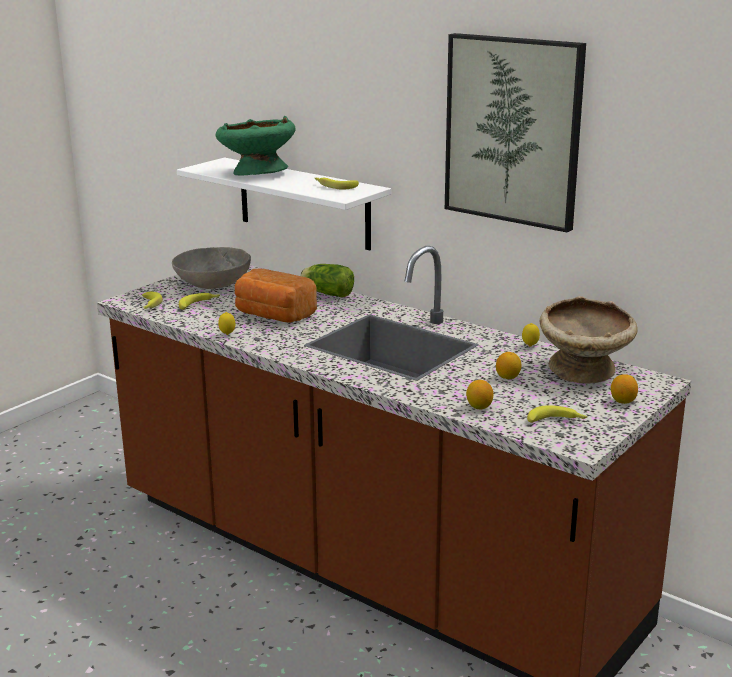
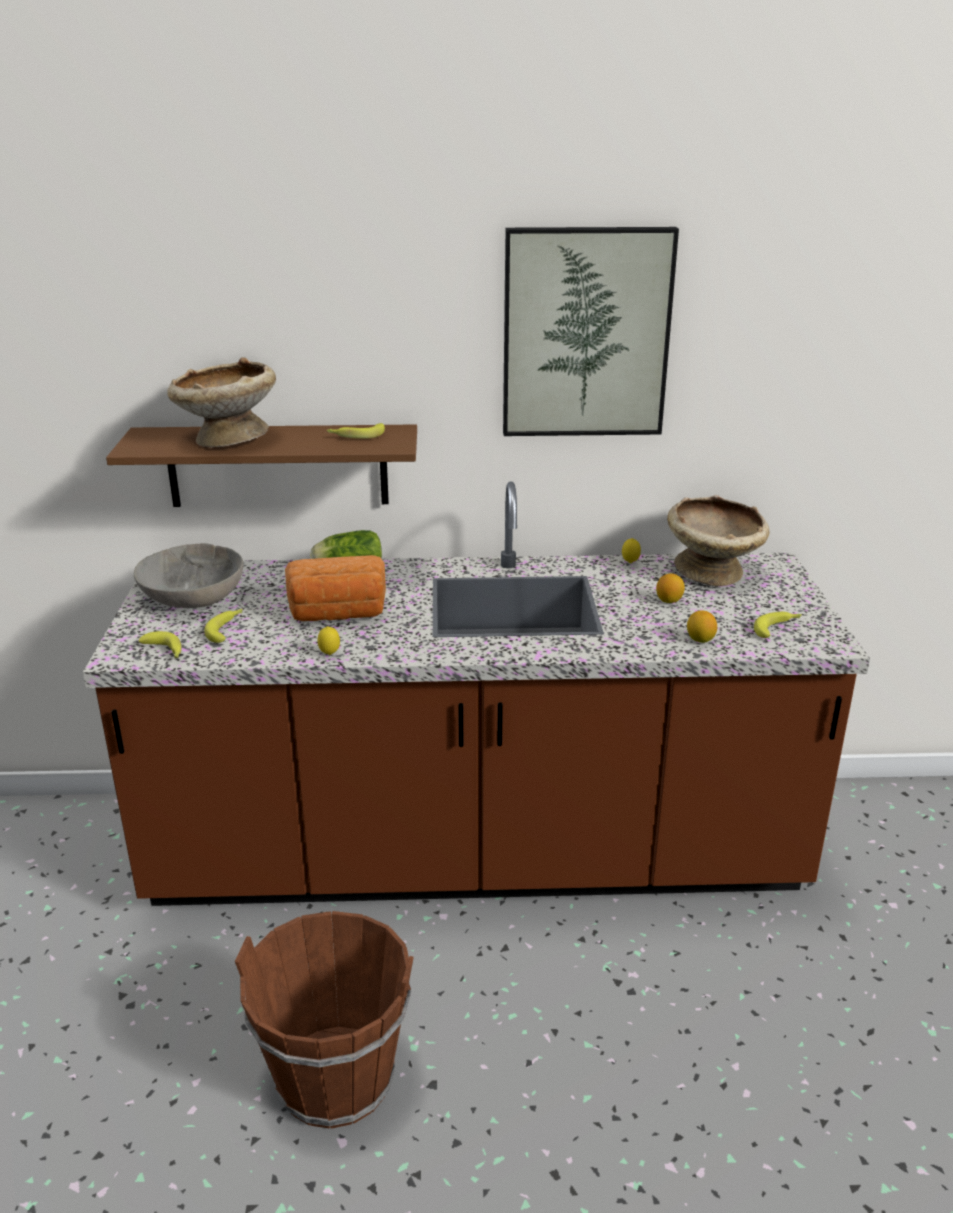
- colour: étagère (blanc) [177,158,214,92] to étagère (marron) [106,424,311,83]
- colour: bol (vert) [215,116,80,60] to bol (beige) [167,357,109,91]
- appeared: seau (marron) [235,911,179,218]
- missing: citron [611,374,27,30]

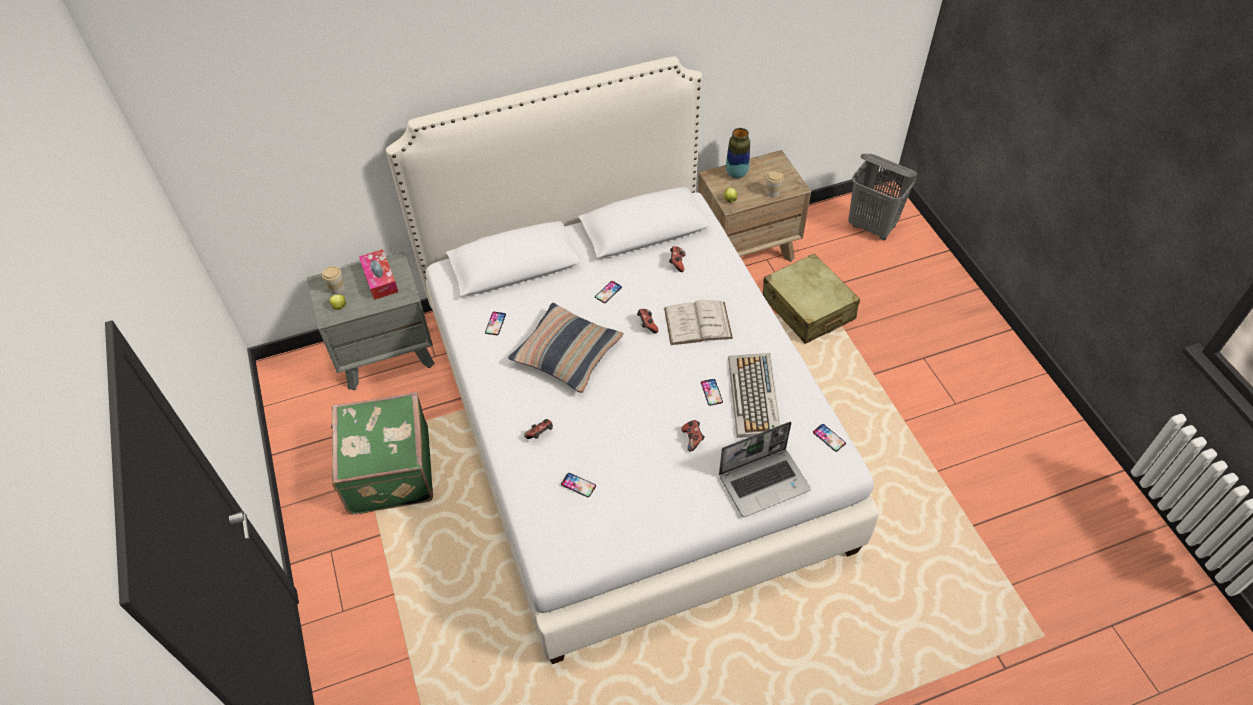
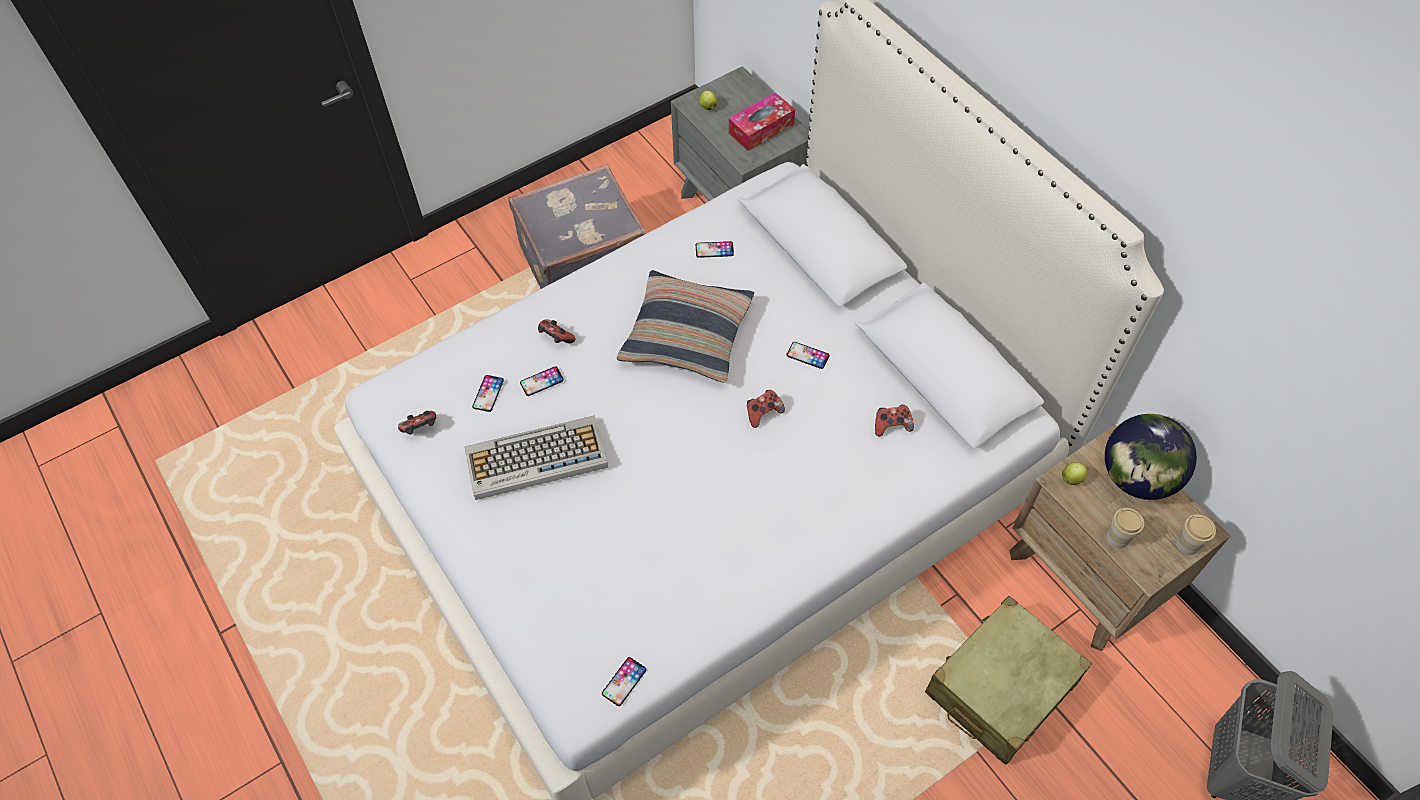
- relocated: manette [681,420,24,32] to [398,411,38,23]
- relocated: clavier [728,353,53,85] to [465,415,143,85]
- colour: valise (vert) [331,392,102,122] to valise (gris) [508,164,137,125]
- relocated: téléphone [701,379,22,27] to [520,366,44,30]
- exchanged: vase [726,128,24,51] to globe [1105,414,92,86]
- relocated: tasse [322,266,23,28] to [1176,514,40,41]
- missing: livre (blanc) [664,300,69,45]
- missing: ordinateur portable [719,422,92,95]

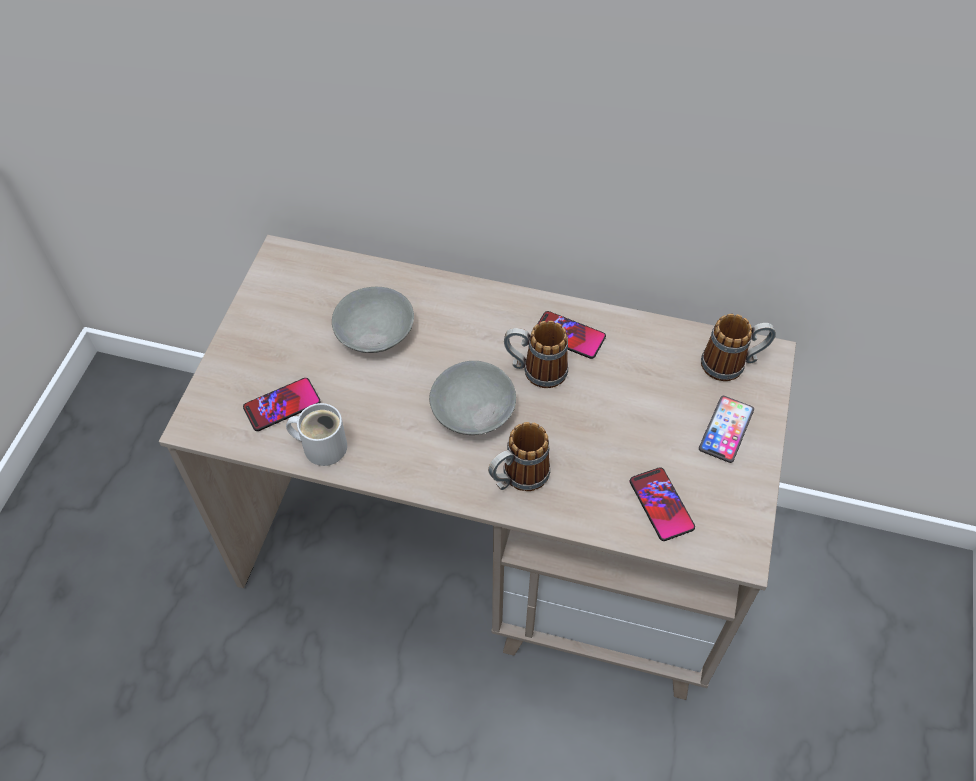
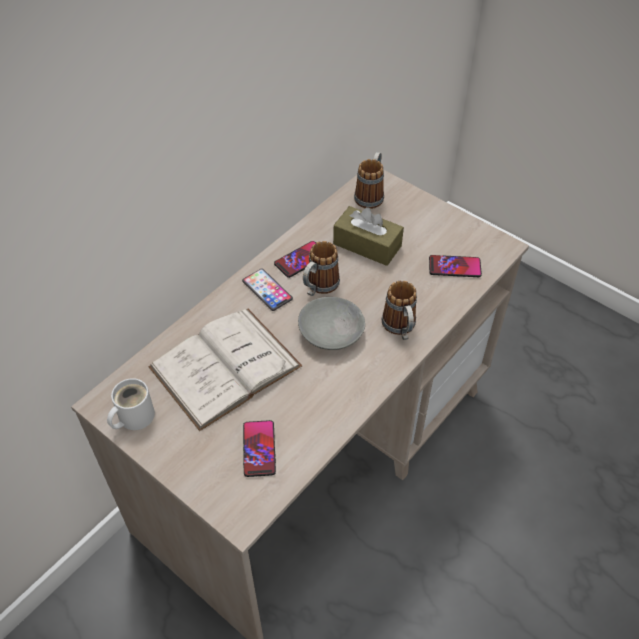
- relocated: mug (blanc) [286,403,61,63] to [107,378,48,52]
- exchanged: bol (gris) [332,287,82,66] to livre (blanc) [148,309,154,122]
- relocated: téléphone [699,396,55,67] to [242,269,51,42]
- appeared: boîte à mouchoirs (marron) [333,206,71,60]

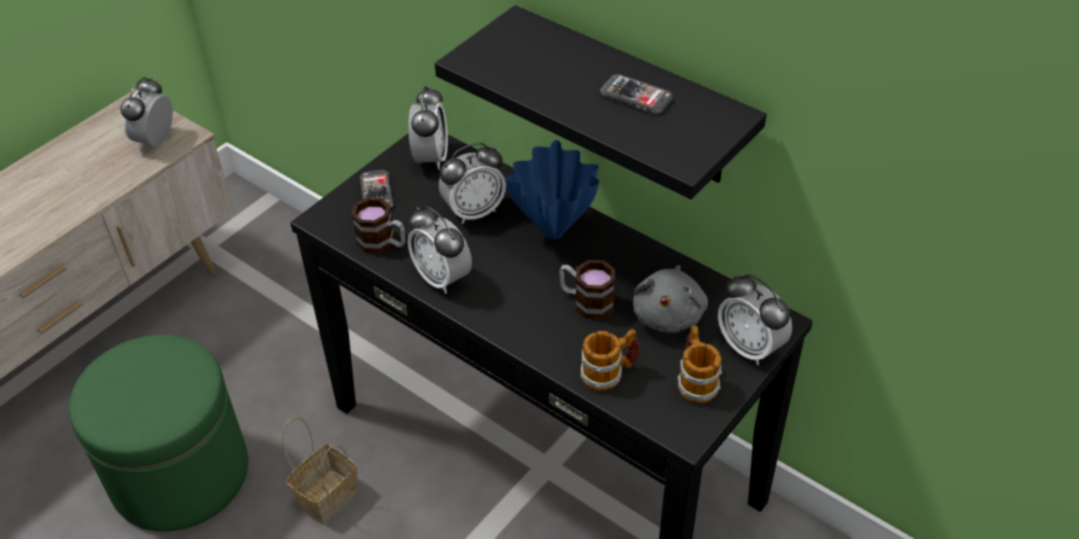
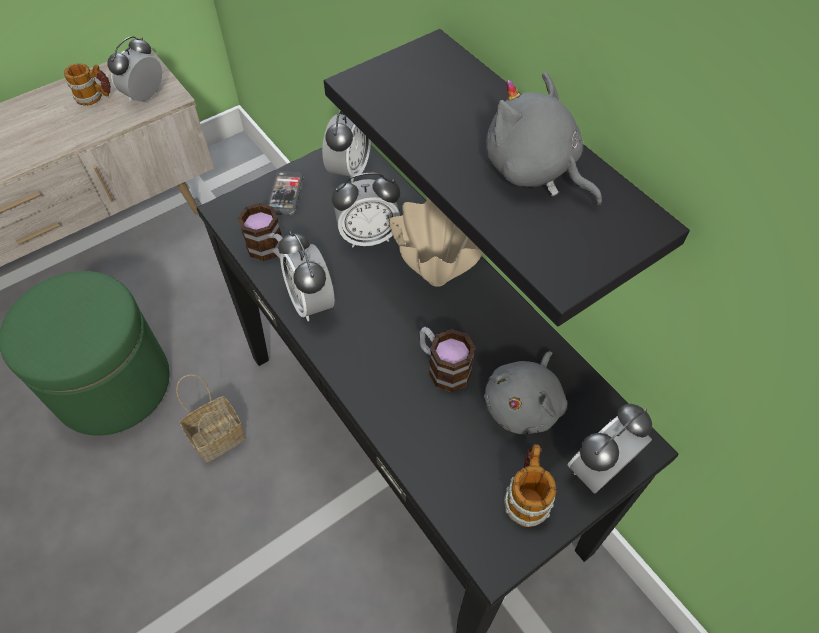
- relocated: mug [580,329,60,62] to [64,63,47,43]
- colour: vase (bleu) [505,140,94,100] to vase (beige) [389,197,94,90]
- exchanged: téléphone [600,74,73,40] to peluche (gris) [486,72,116,133]
- spun: réveil [718,274,74,91] = [567,404,85,90] 75 degrees clockwise

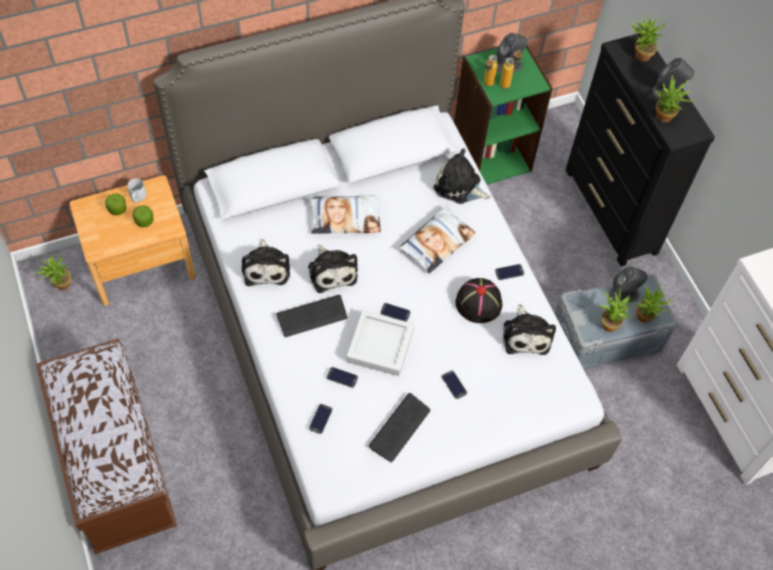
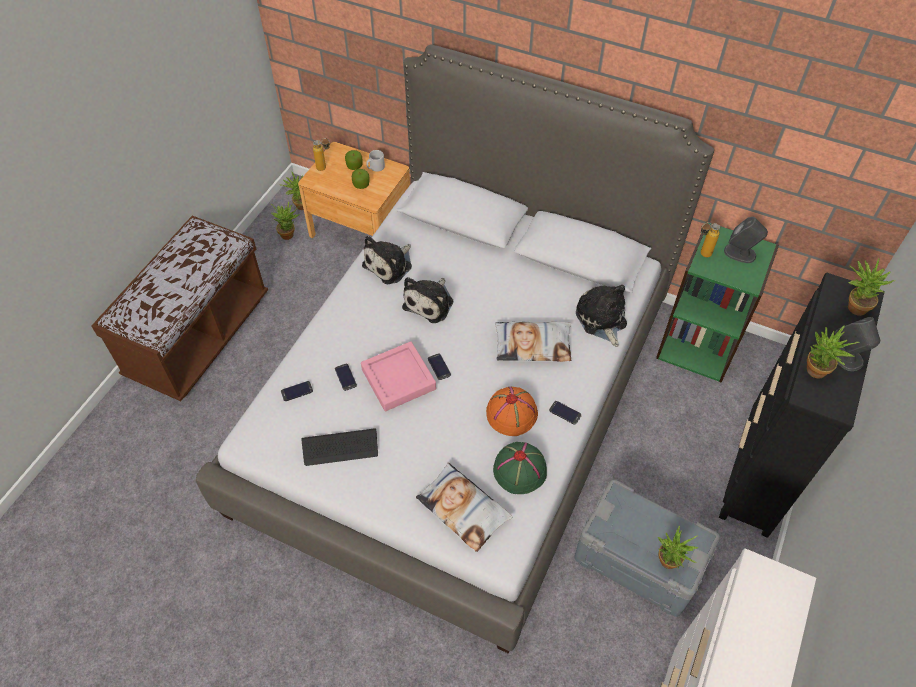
- relocated: plante en pot [599,288,35,44] to [271,202,29,38]
- relocated: bouteille [500,50,22,39] to [313,138,17,33]
- colour: plateau (gris) [346,310,68,66] to plateau (rose) [361,341,75,70]
- relocated: coussin [309,195,72,39] to [416,463,96,89]
- colour: chapeau (noir) [455,278,47,45] to chapeau (orange) [486,387,52,49]
- exchanged: peluche [503,304,53,51] to chapeau (vert) [493,442,54,52]
- missing: clavier [276,295,71,42]
- missing: téléphone [442,370,25,29]
- missing: enceinte (gris) [609,266,39,37]

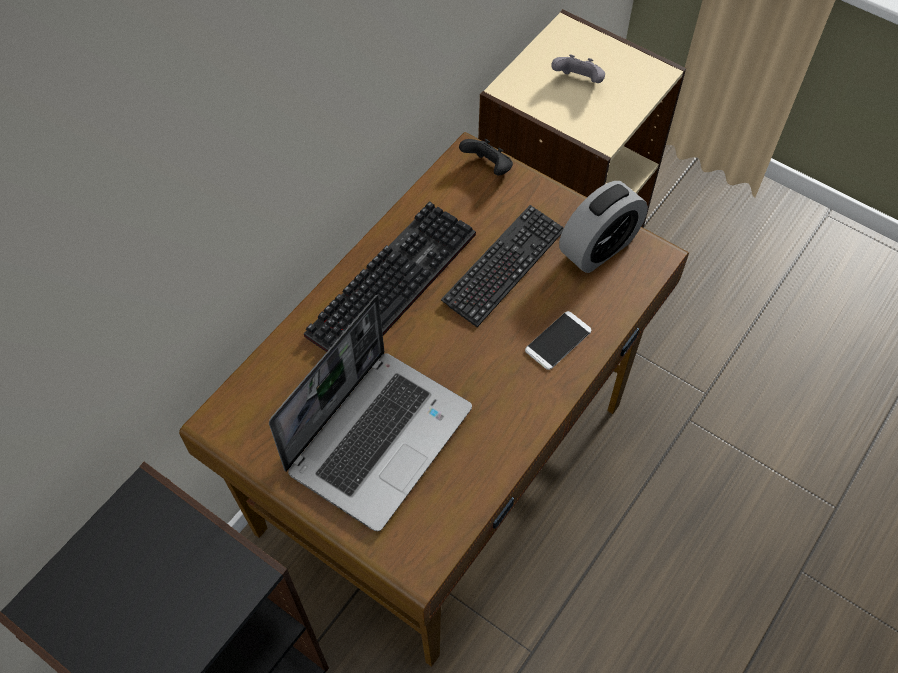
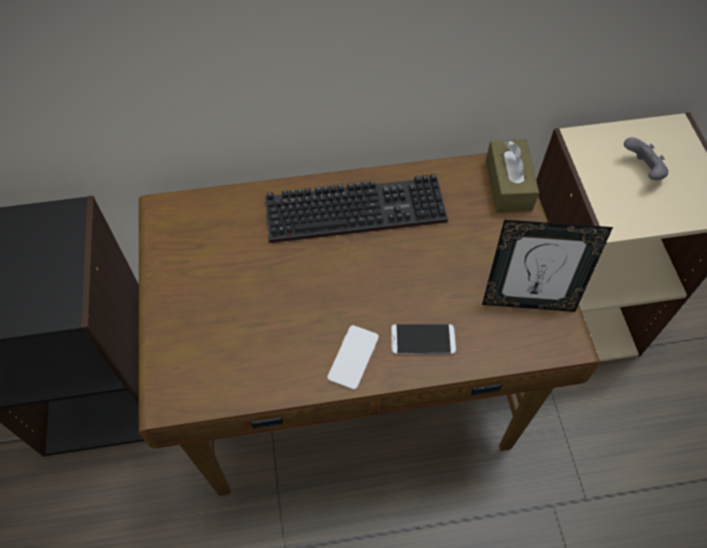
- appeared: téléphone [328,325,51,65]
- exchanged: réveil [559,181,89,92] to cadre photo [482,220,131,92]
- exchanged: manette (noir) [459,139,54,37] to boîte à mouchoirs (marron) [486,139,53,74]
- missing: ordinateur portable [269,295,203,236]
- missing: clavier [441,205,123,122]

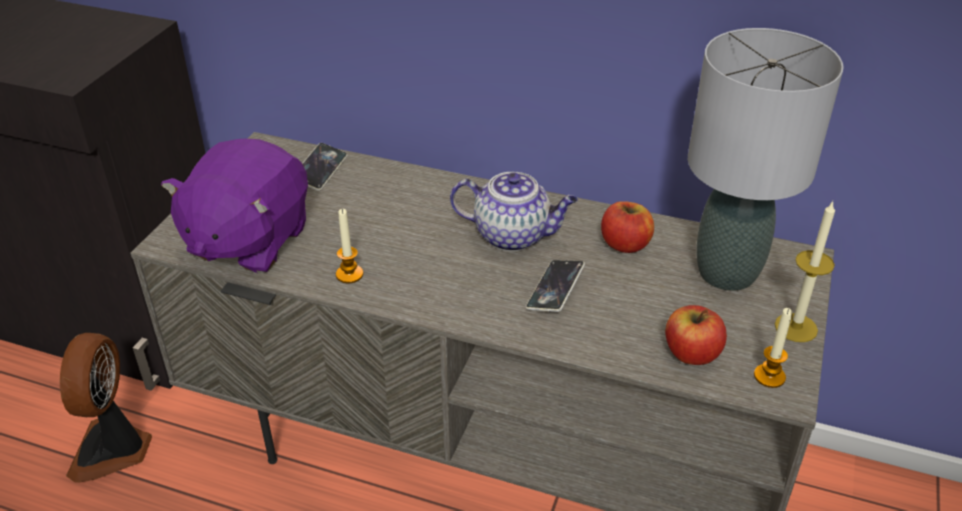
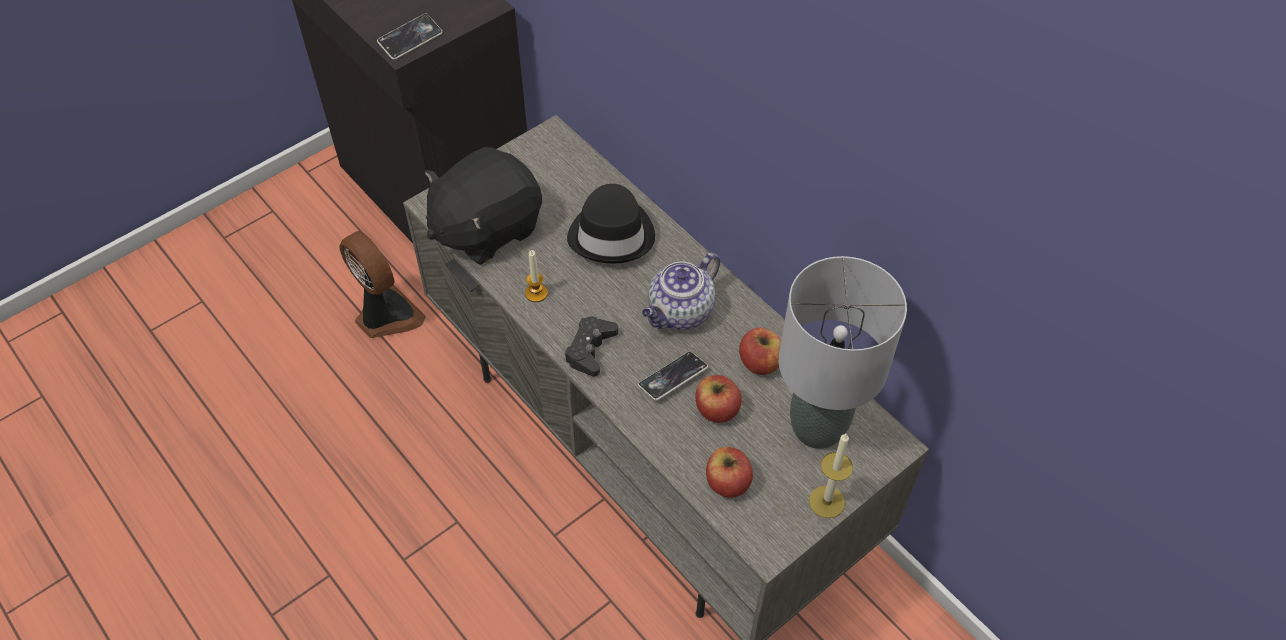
- spun: ventilateur [60,333,92,150] = [339,231,87,107] 105 degrees clockwise
- relocated: téléphone [302,143,46,48] to [377,14,65,46]
- colour: peluche (violet) [161,139,147,134] to peluche (noir) [425,147,117,118]
- appeared: manette (noir) [565,316,53,61]
- appeared: chapeau (noir) [567,184,88,80]
- spun: théière [450,172,128,79] = [642,253,78,77] 90 degrees clockwise
- appeared: pomme [695,375,47,48]
- missing: bougie [754,308,38,80]

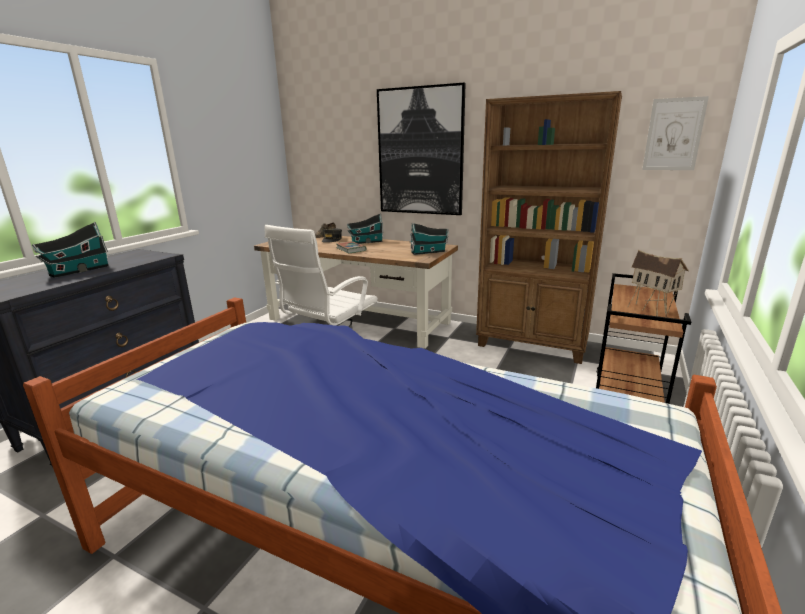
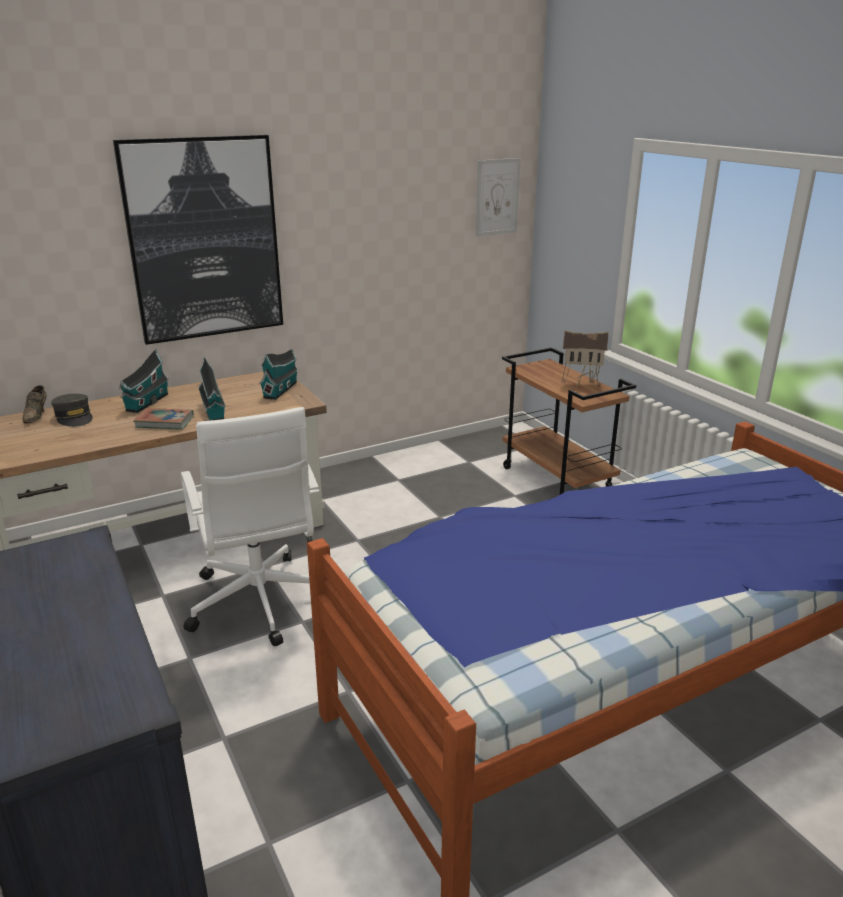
- relocated: maison miniature [32,222,77,56] to [198,356,28,65]
- missing: bibliothèque (marron) [476,91,146,273]

